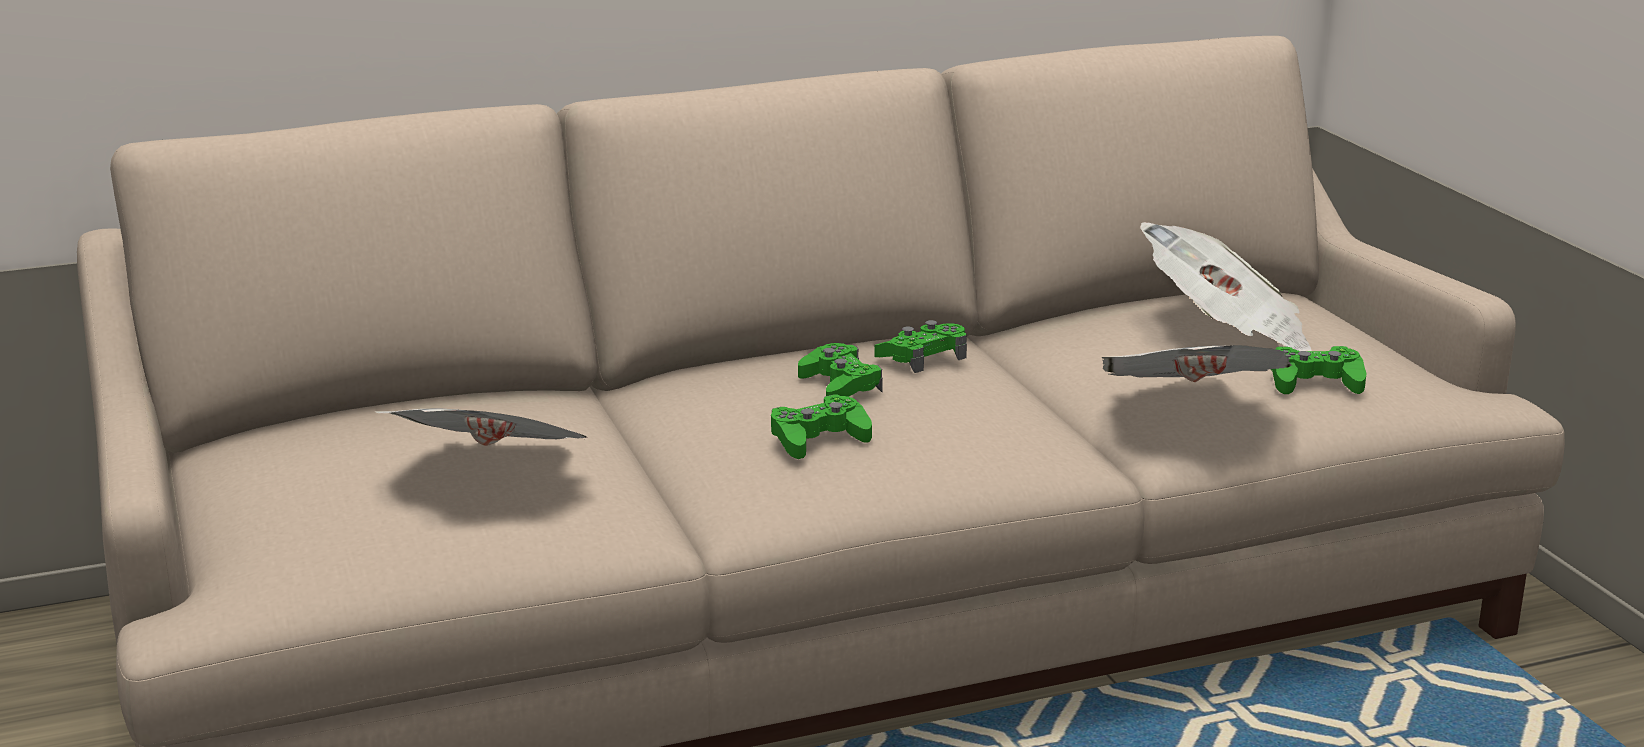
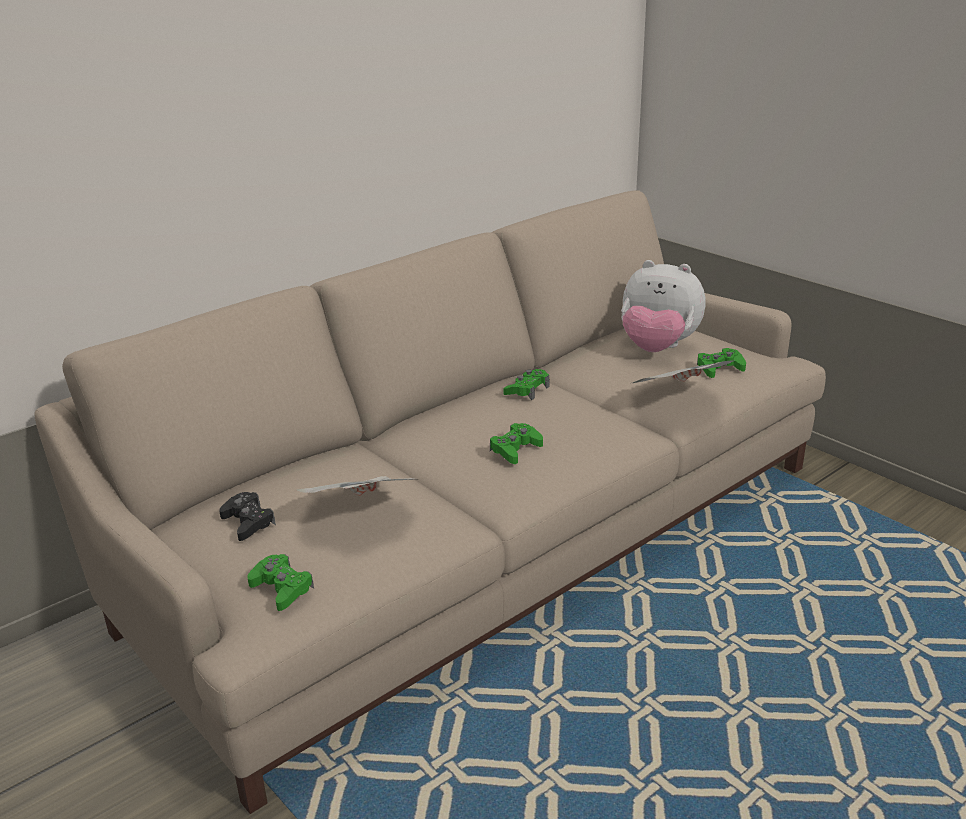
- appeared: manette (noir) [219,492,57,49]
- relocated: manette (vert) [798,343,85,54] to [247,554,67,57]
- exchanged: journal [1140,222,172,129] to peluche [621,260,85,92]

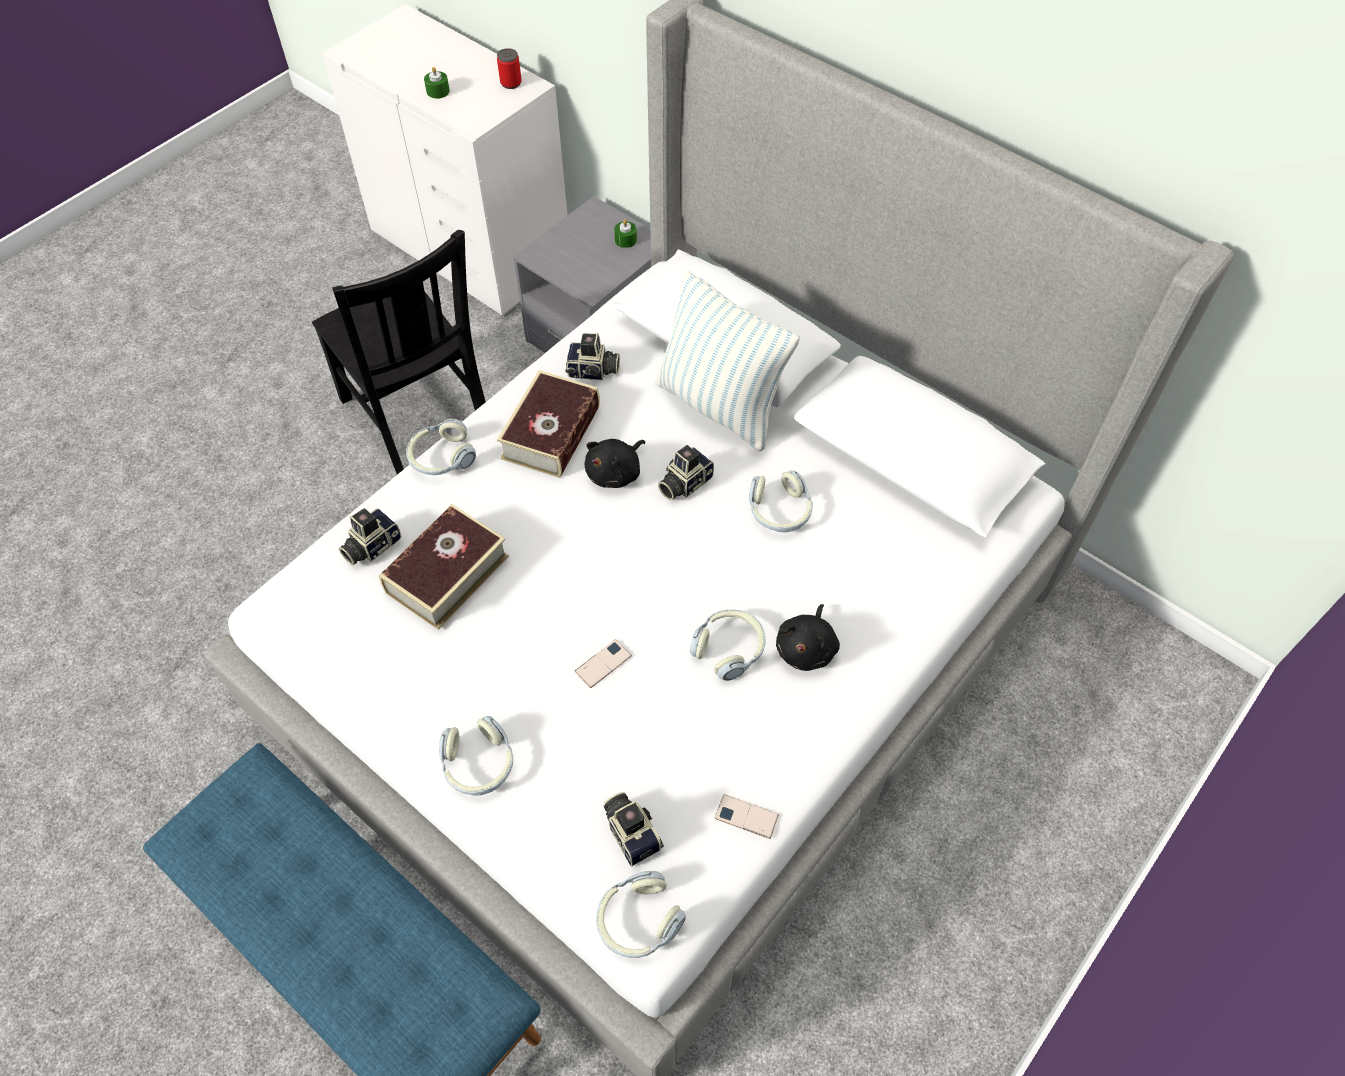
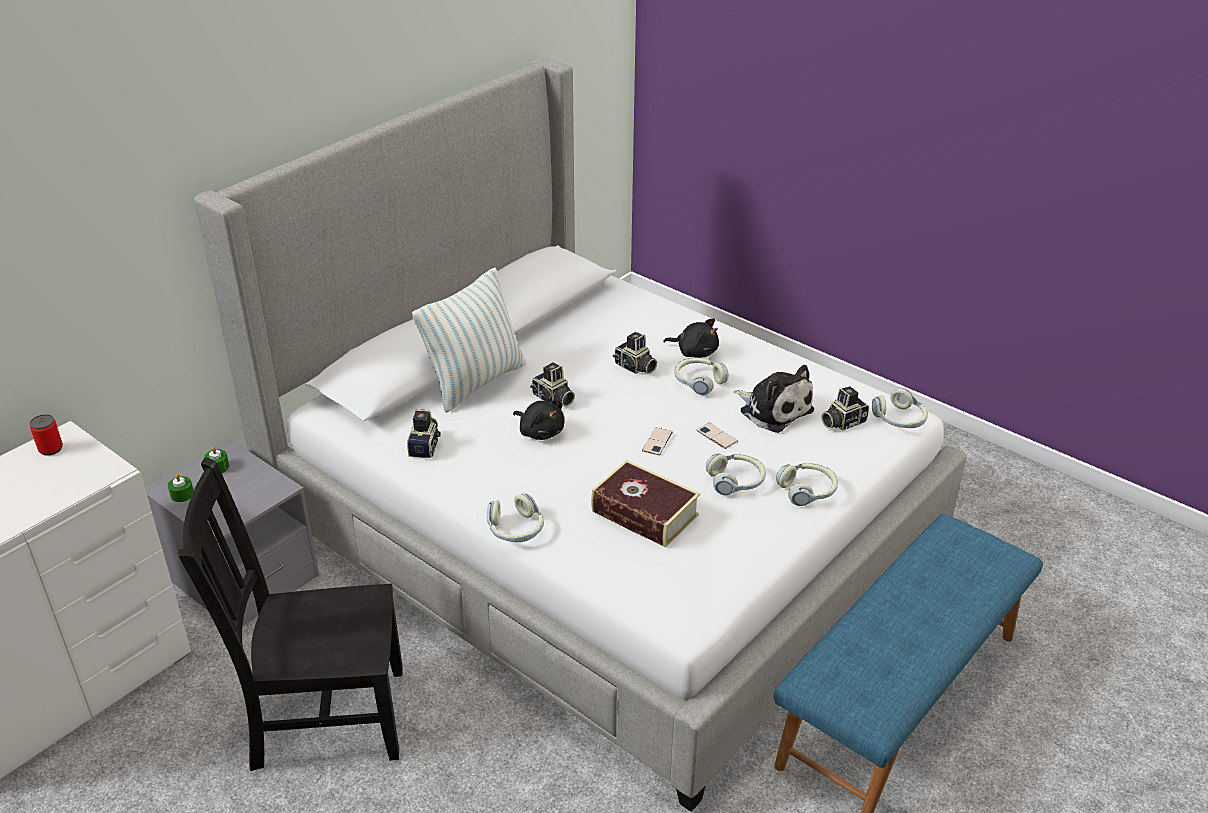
- relocated: bougie (vert) [424,67,26,32] to [168,474,26,28]
- spun: chaise (noir) [312,230,174,245] = [178,457,225,314] 150 degrees counterclockwise
- relocated: appareil photo [339,508,62,58] to [613,332,44,42]
- relocated: téléphone [715,794,64,45] to [642,427,31,28]
- relocated: casque audio [749,470,64,62] to [706,453,60,42]
- appeared: peluche [734,365,80,68]
- missing: livre [497,370,103,108]

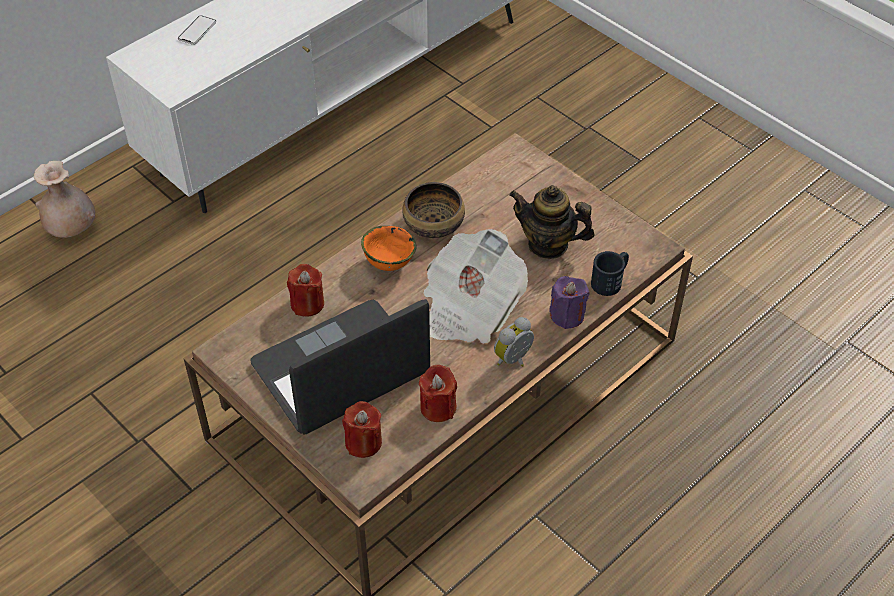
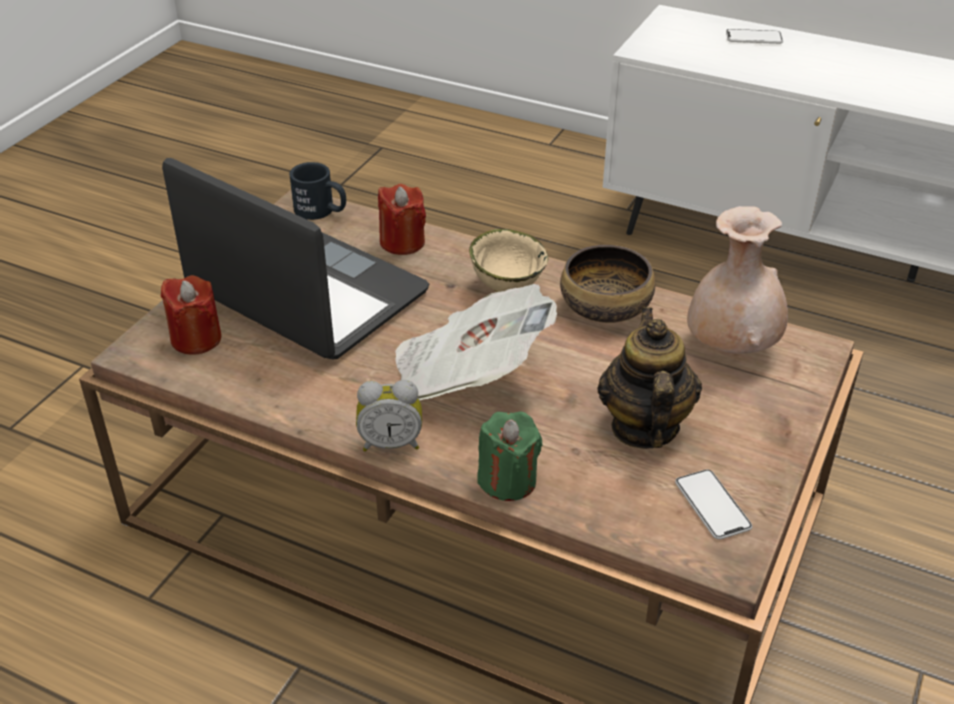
- relocated: mug (noir) [591,251,38,45] to [289,162,57,58]
- spun: réveil [494,317,40,50] = [356,380,66,72] 150 degrees clockwise
- colour: bol (orange) [361,226,56,45] to bol (beige) [469,229,79,63]
- colour: bougie (violet) [549,276,40,53] to bougie (vert) [477,411,65,90]
- appeared: téléphone [675,469,77,71]
- relocated: vase (beige) [34,161,61,77] to [687,206,101,148]
- missing: bougie (rouge) [419,365,38,57]

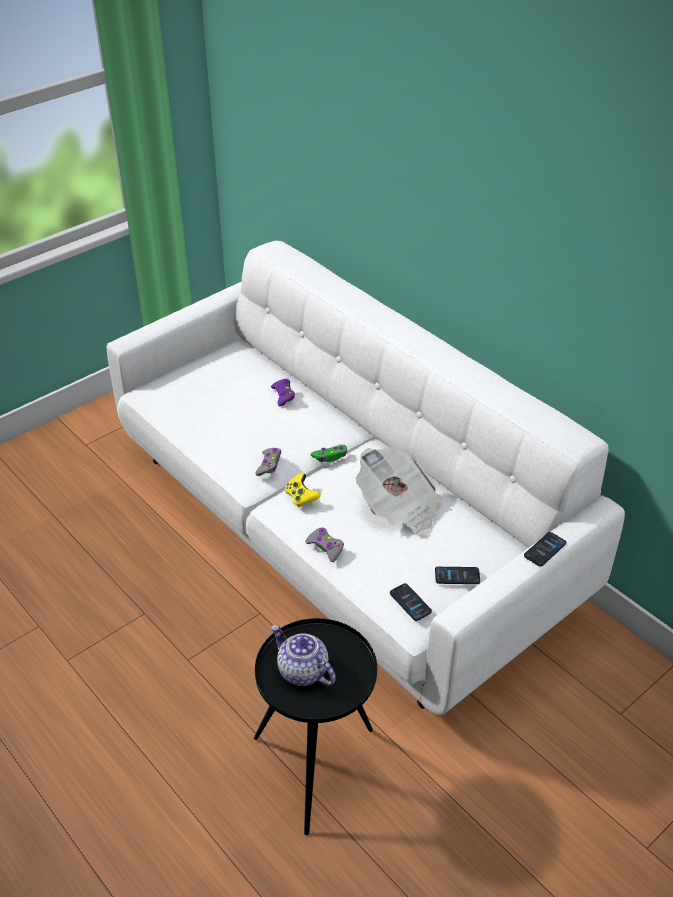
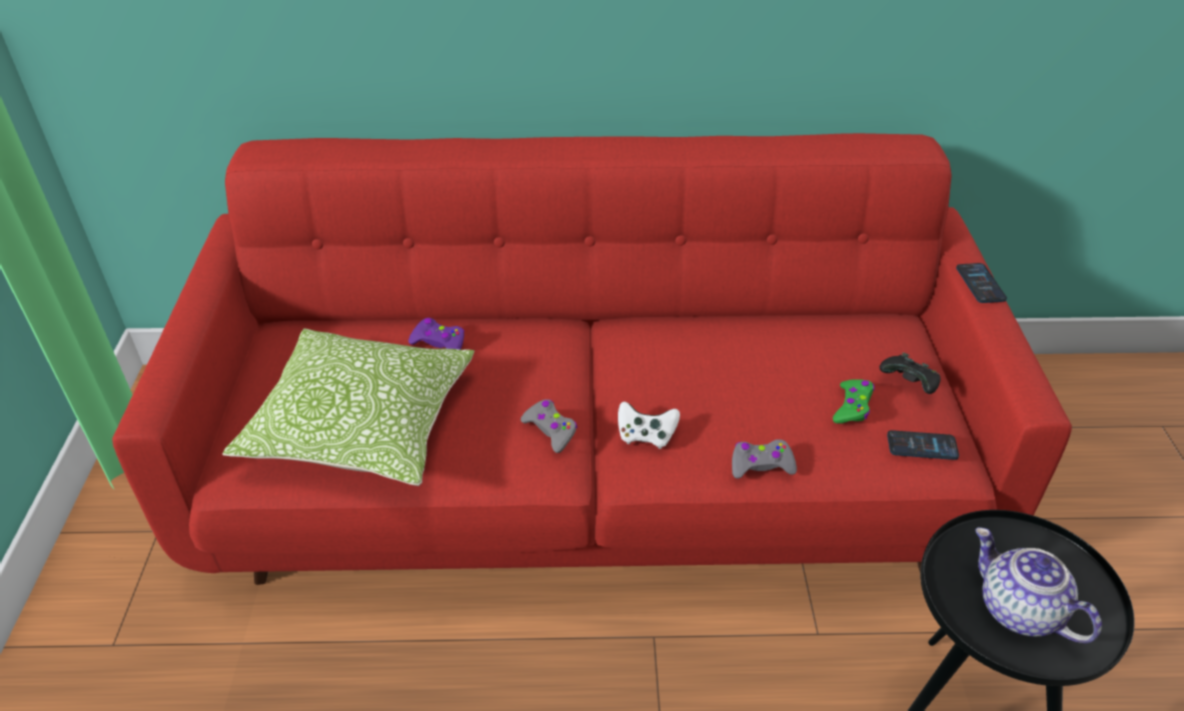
- colour: canapé (blanc) [107,241,518,474] to canapé (rouge) [112,133,960,452]
- appeared: coussin [222,328,252,158]
- colour: manette (jaune) [285,473,36,35] to manette (blanc) [618,402,62,47]
- relocated: manette (vert) [311,445,36,17] to [833,379,41,45]
- exchanged: téléphone [435,567,45,17] to manette (noir) [879,353,62,41]
- spun: théière [271,625,65,61] = [975,527,127,116] 60 degrees clockwise
- missing: journal [356,447,86,88]

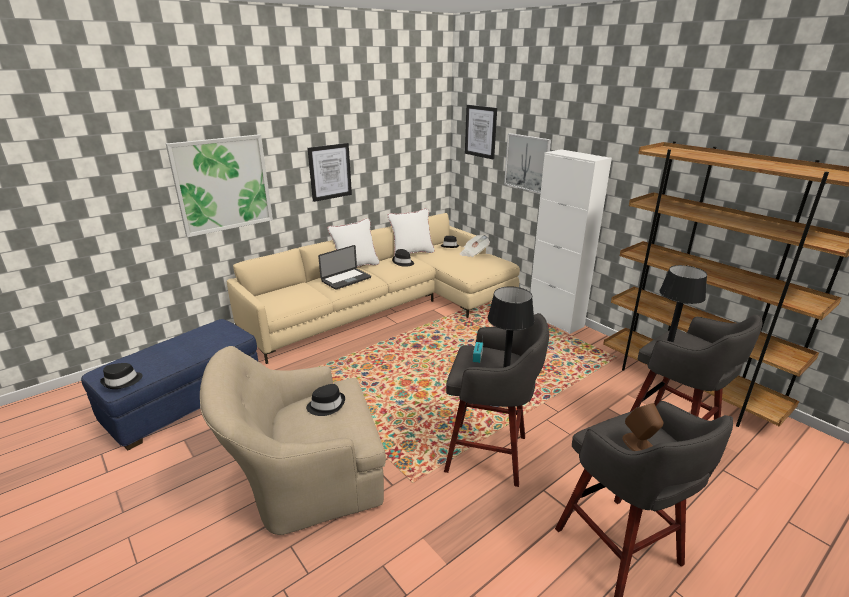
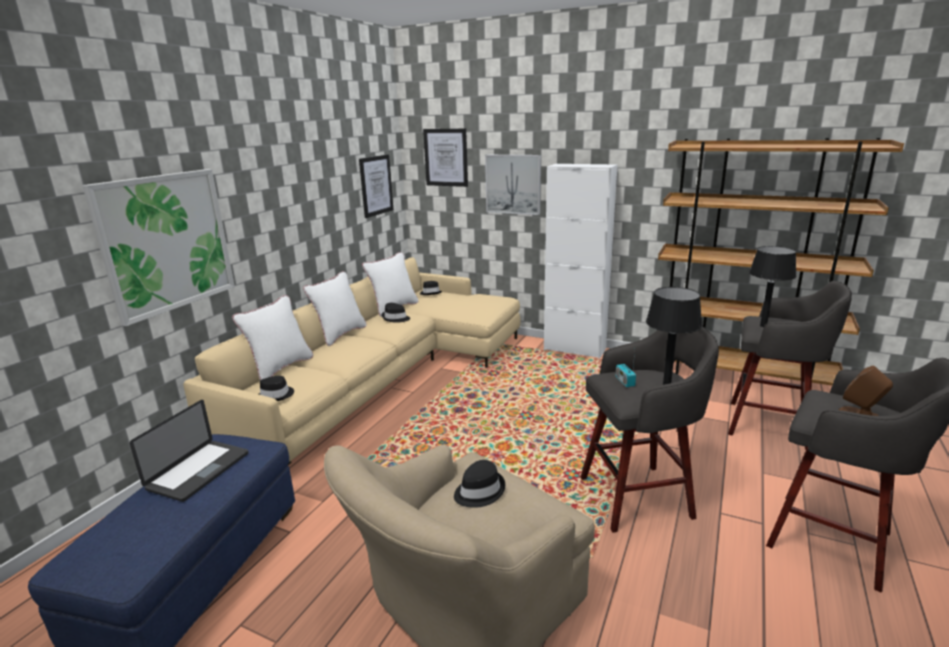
- relocated: ordinateur portable [318,245,53,45] to [130,400,118,102]
- appeared: coussin (blanc) [232,295,81,86]
- relocated: chapeau (noir) [100,363,43,26] to [259,376,35,25]
- relocated: tableau [307,143,45,59] to [359,154,34,64]
- missing: journal [459,235,31,22]

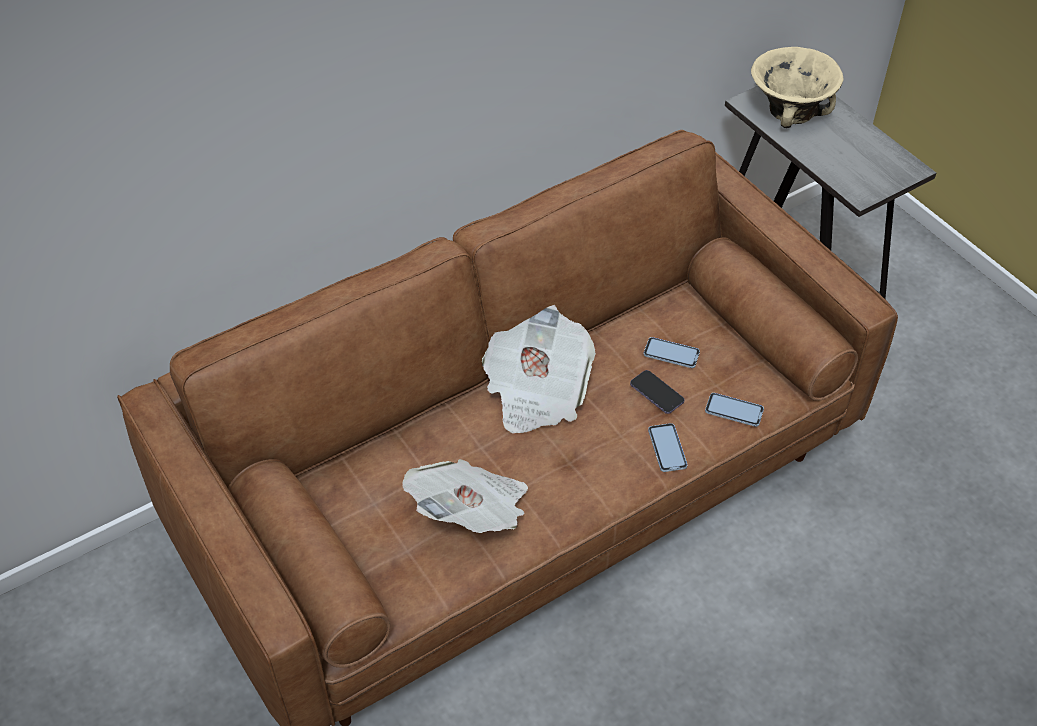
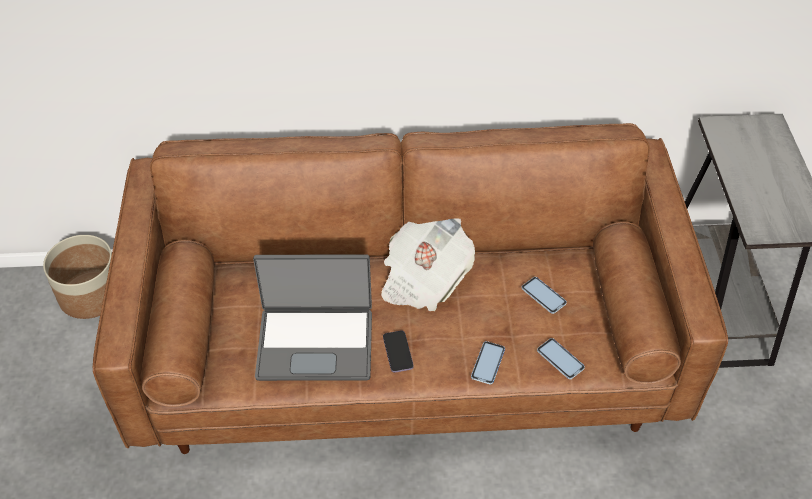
- appeared: cache-pot [43,235,69,84]
- exchanged: journal [402,459,126,74] to ordinateur portable [253,254,119,127]
- relocated: téléphone [630,370,54,44] to [383,331,31,42]
- missing: bol (beige) [751,47,93,81]

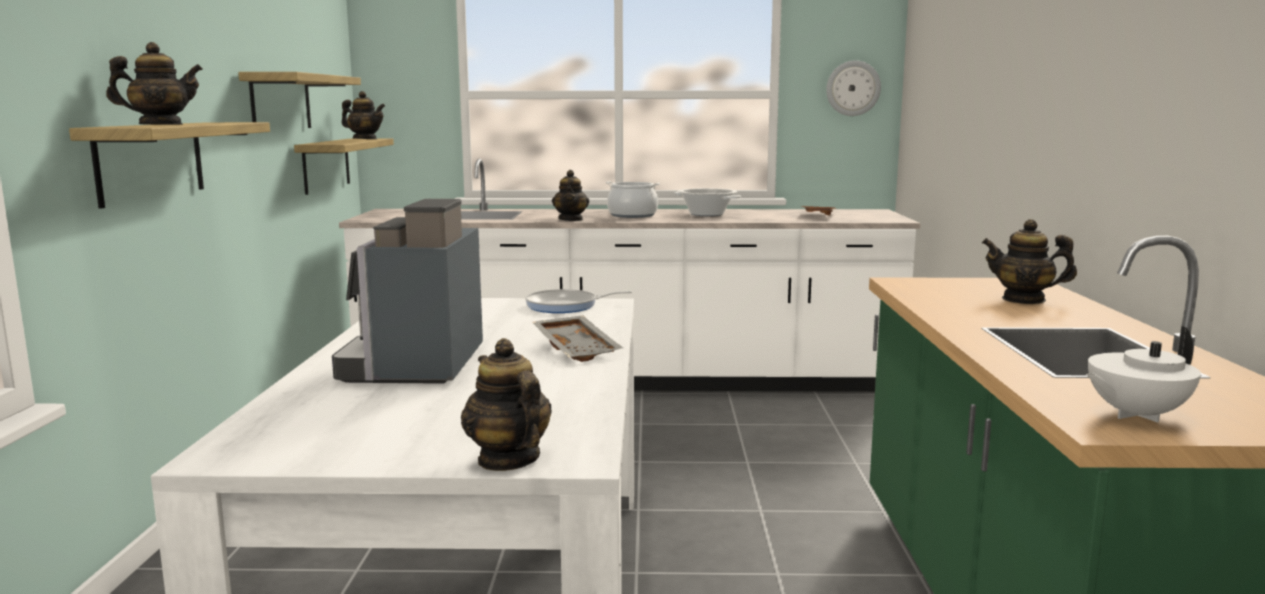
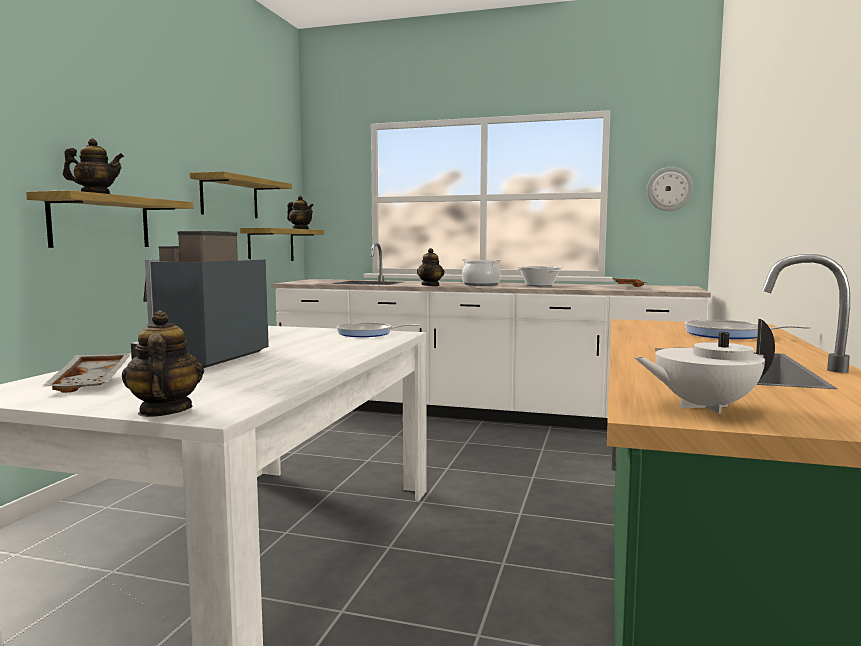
- relocated: plateau (gris) [532,315,91,47] to [42,353,89,40]
- exchanged: théière [982,219,95,85] to poêle [684,320,127,19]

